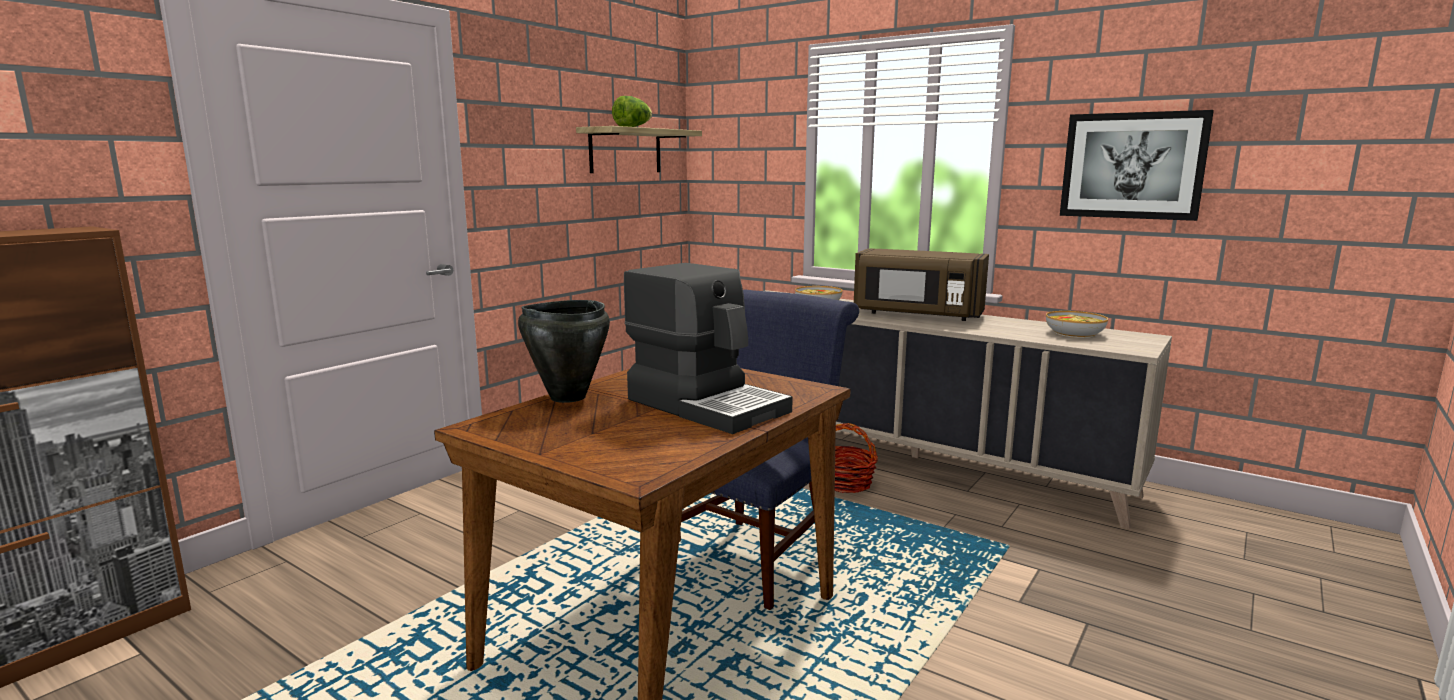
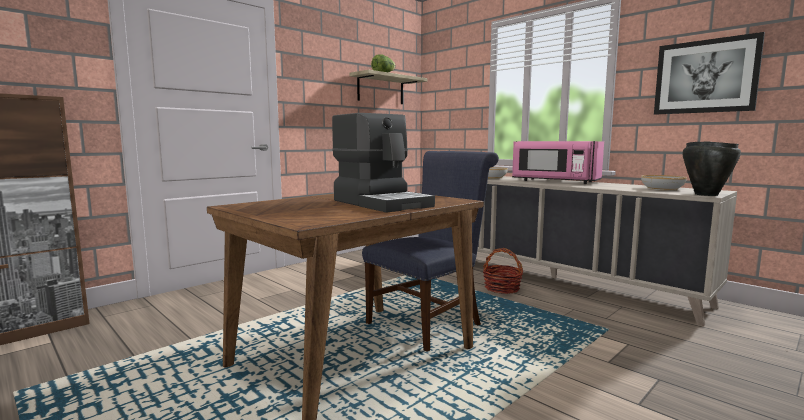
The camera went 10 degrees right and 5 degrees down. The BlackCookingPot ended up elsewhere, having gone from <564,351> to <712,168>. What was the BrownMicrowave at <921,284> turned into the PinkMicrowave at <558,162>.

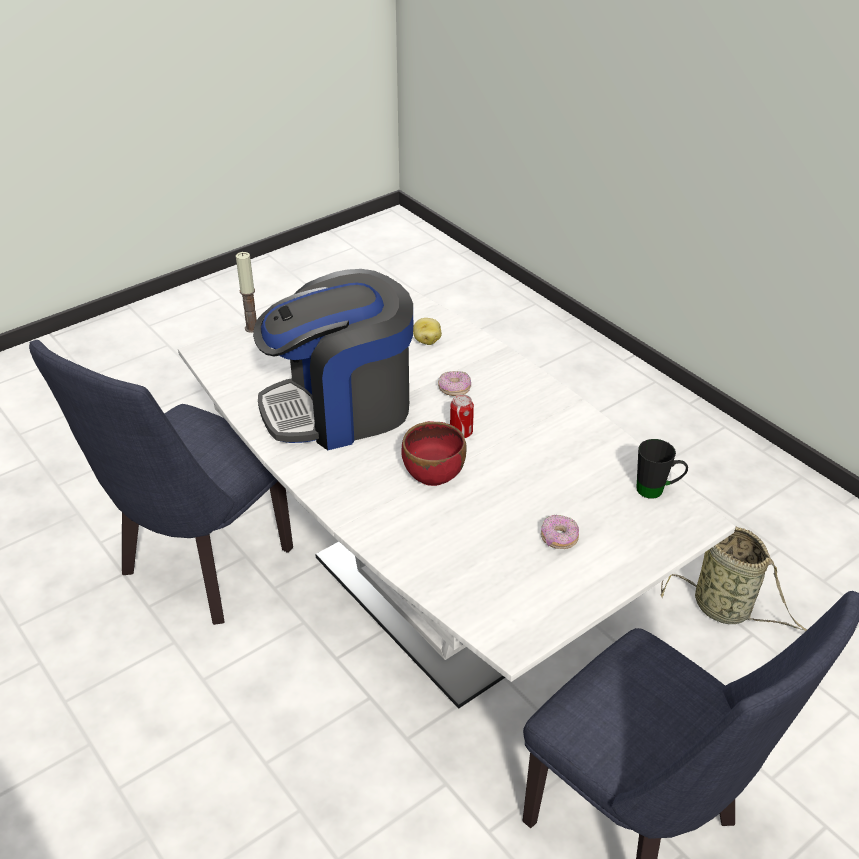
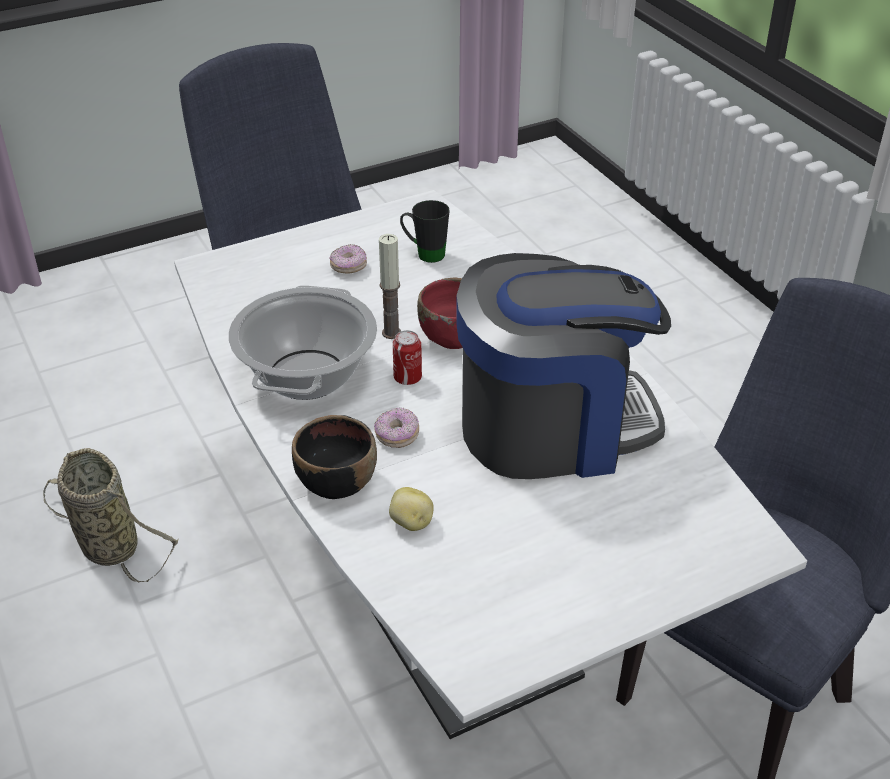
The camera went 170 degrees left and 0 degrees up. The Candle ended up elsewhere, having gone from <246,292> to <390,286>. The BlackMug ended up elsewhere, having gone from <662,469> to <425,231>. The second view gained the CookingPot at <302,342>. The second view gained the BlackBowl at <334,457>.

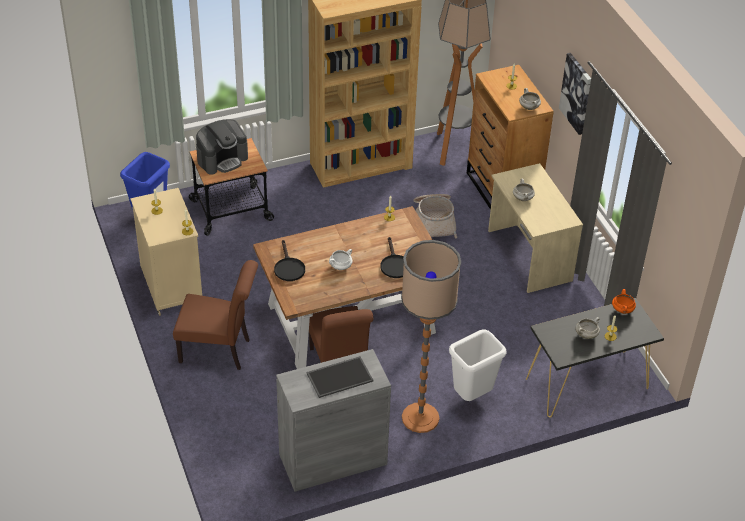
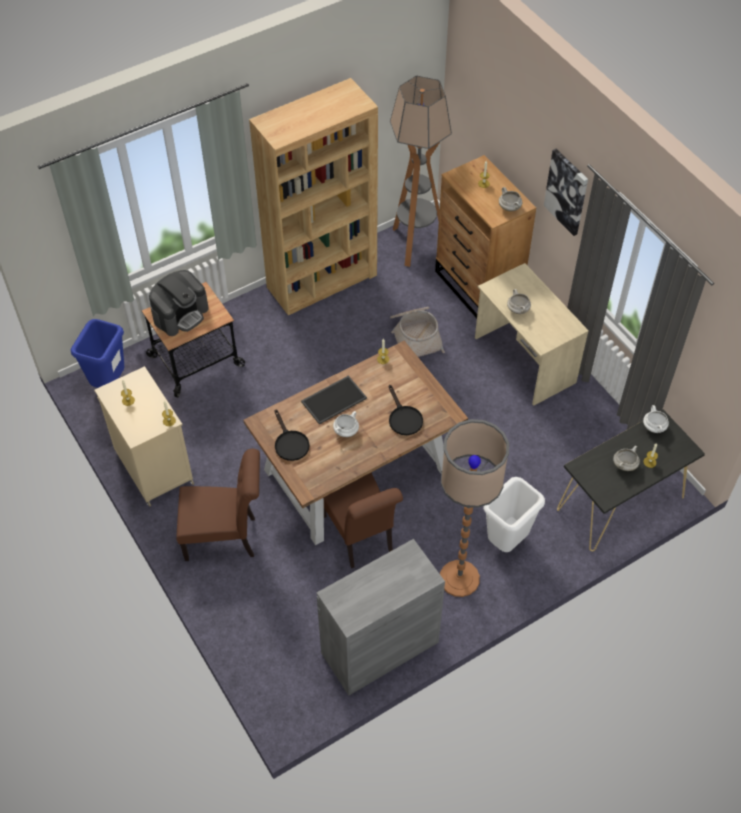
The camera went 10 degrees left and 10 degrees up. The Tray ended up elsewhere, having gone from <340,377> to <334,400>. What was the OrangeCookingPot at <624,301> turned into the WhiteCookingPot at <656,419>.

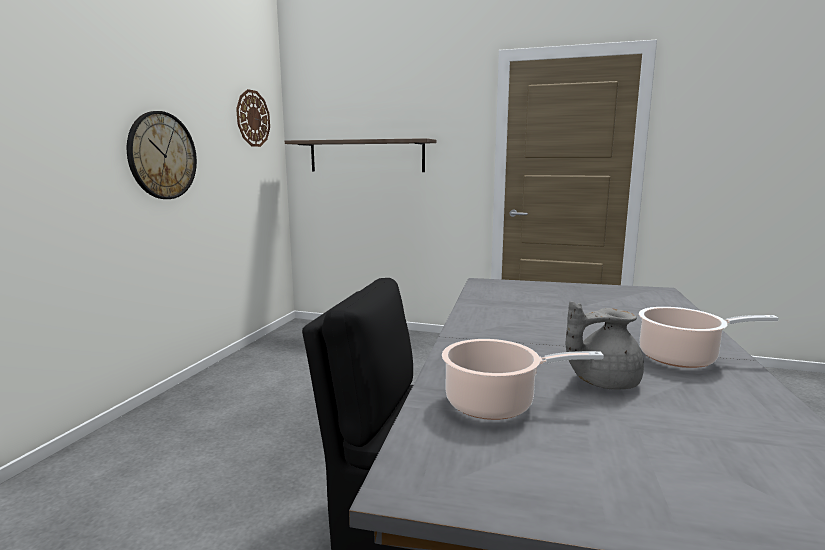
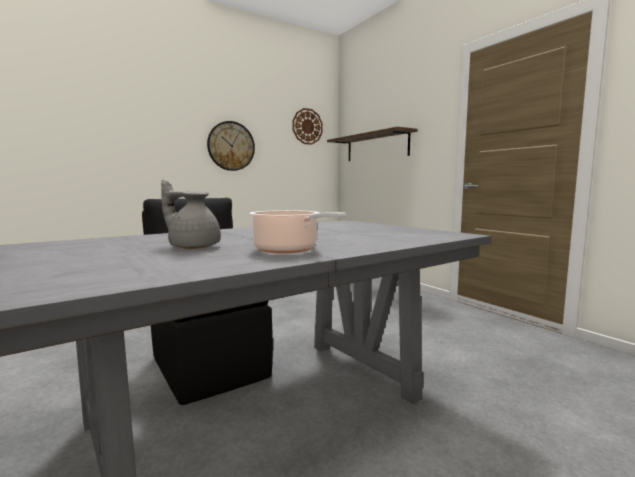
The camera went 40 degrees right and 5 degrees down. The second view lost the CookingPot at <523,379>.

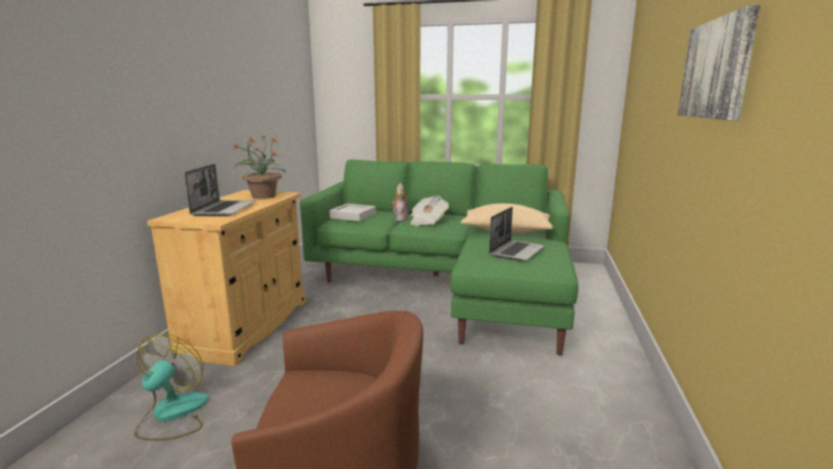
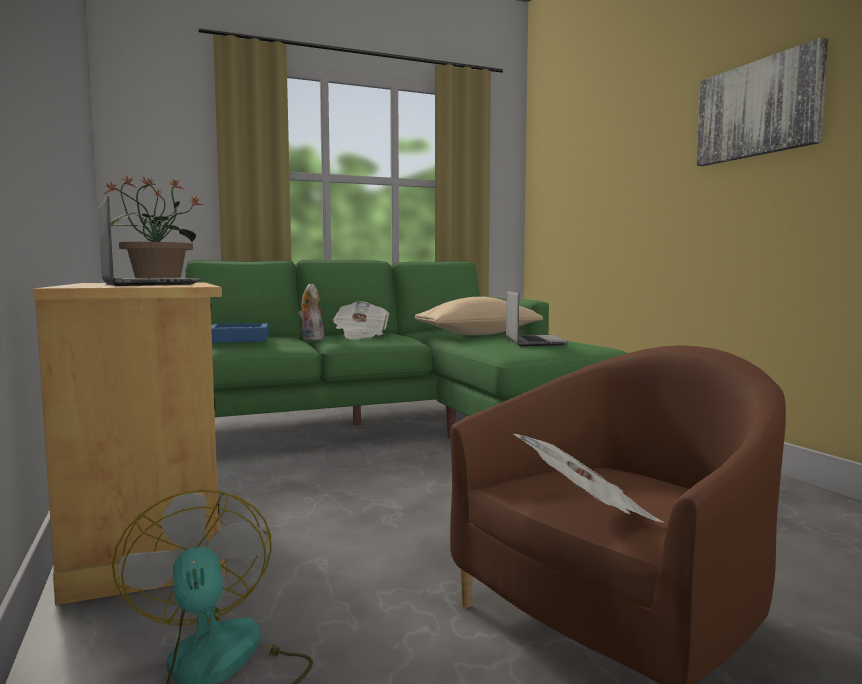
The camera went 35 degrees left and 10 degrees down. What was the GreyTray at <352,212> turned into the BlueTray at <240,333>. The second view gained the Newspaper at <589,478>.

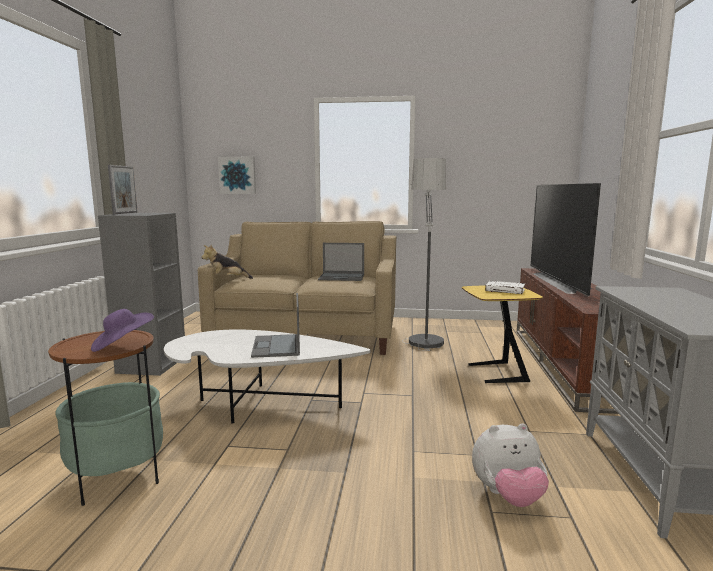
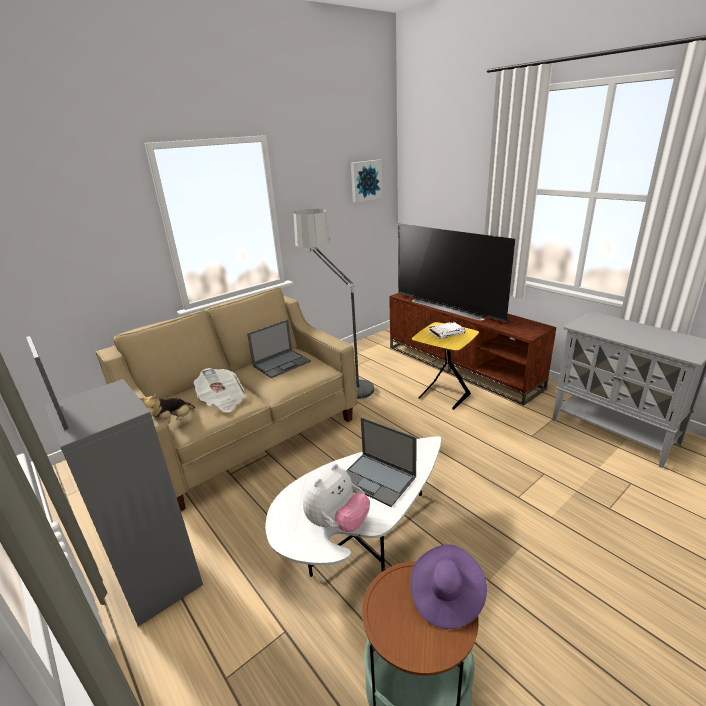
The camera went 45 degrees left and 15 degrees up. The Picture ended up elsewhere, having gone from <237,175> to <366,181>. The PlushToy ended up elsewhere, having gone from <510,465> to <336,498>. The second view gained the Newspaper at <220,390>.

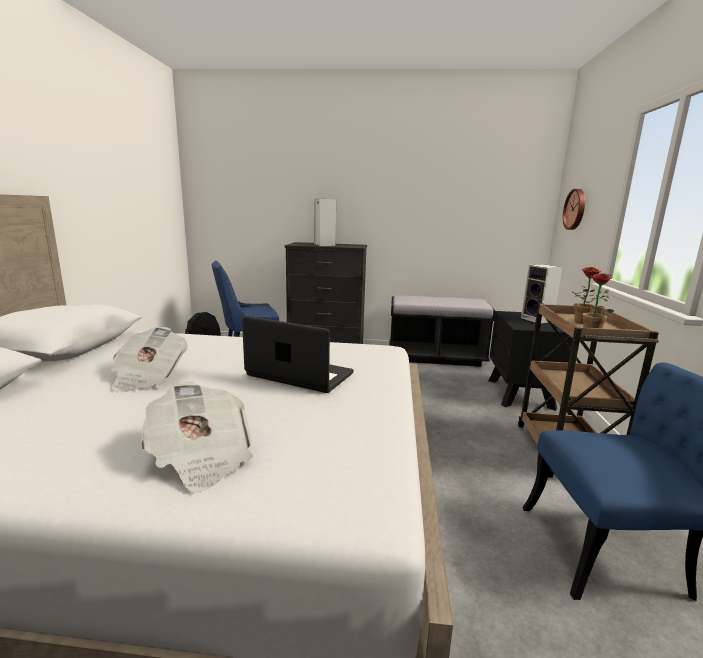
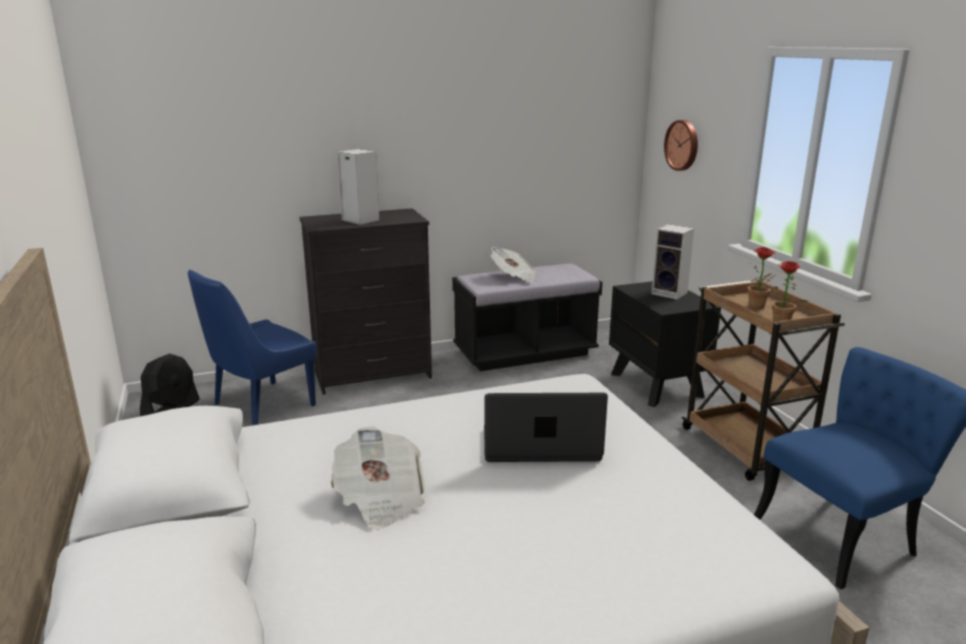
The camera went 25 degrees left and 5 degrees up. The Newspaper ended up elsewhere, having gone from <196,437> to <514,265>.

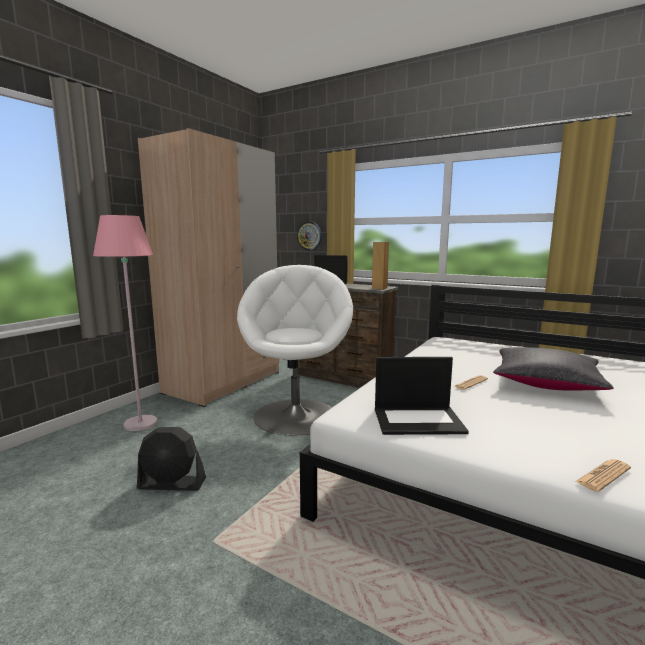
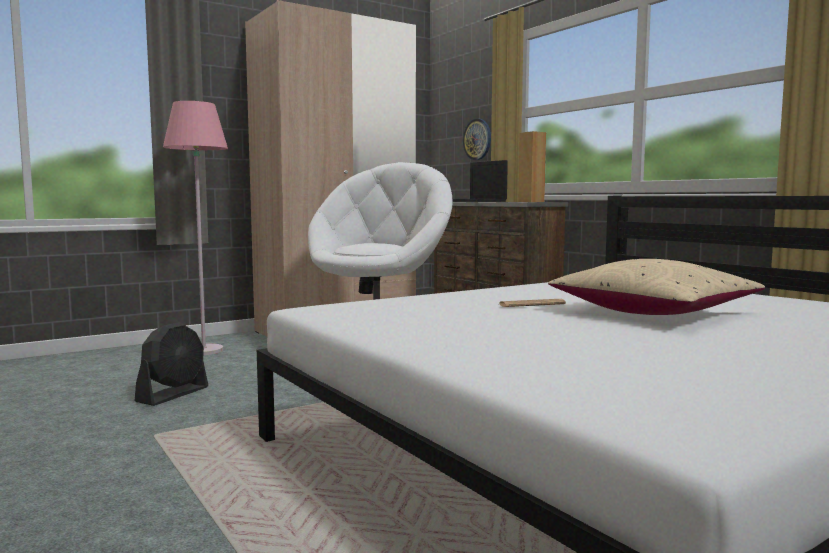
The camera went 25 degrees right and 5 degrees down. The BlackFan at <171,459> ended up facing another way, 90 degrees counterclockwise from before. The second view lost the Laptop at <422,396>. What was the BlackPillow at <553,368> turned into the BeigePillow at <656,287>. The second view lost the Newspaper at <603,475>.

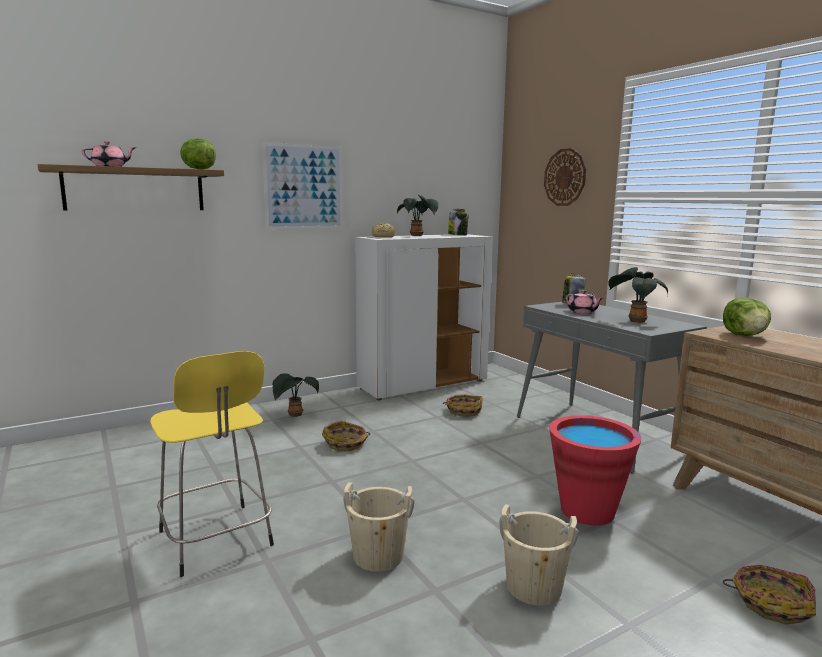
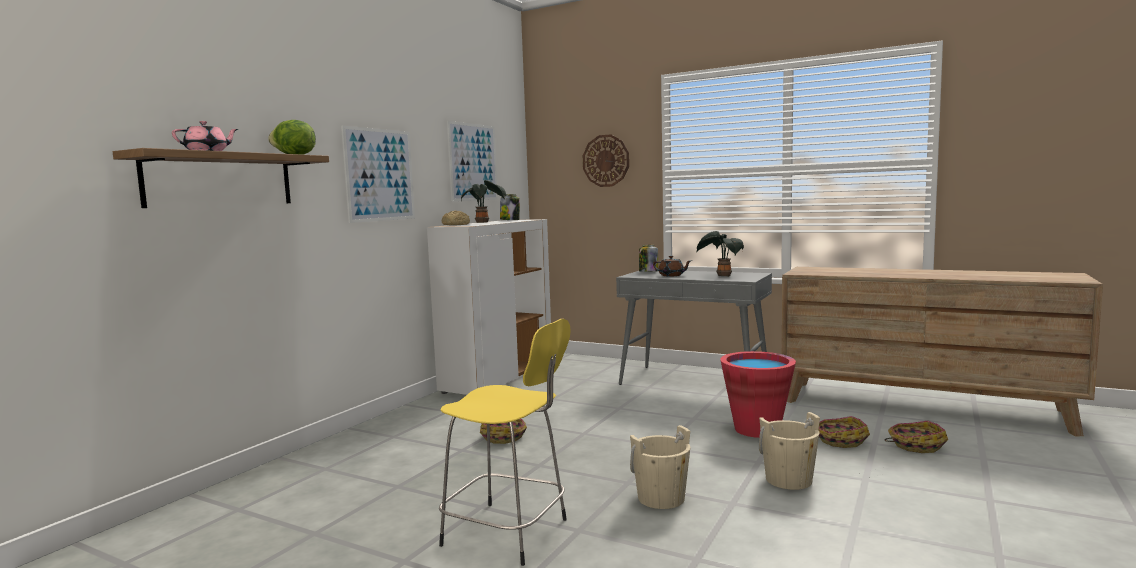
The camera went 30 degrees left and 5 degrees down. The second view lost the PottedPlant at <296,395>. The Basket ended up elsewhere, having gone from <462,405> to <844,432>. What was the PinkTeapot at <585,302> turned into the BrownTeapot at <672,266>. The second view lost the Lettuce at <747,316>. The second view gained the Picture at <472,161>.

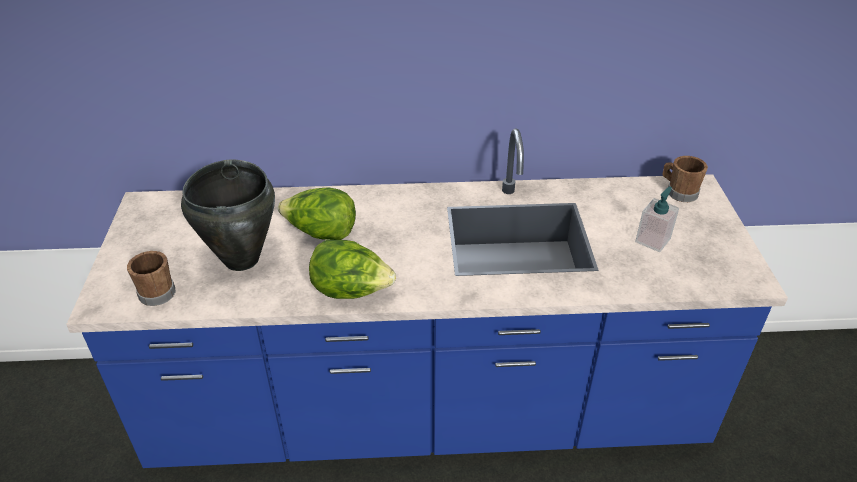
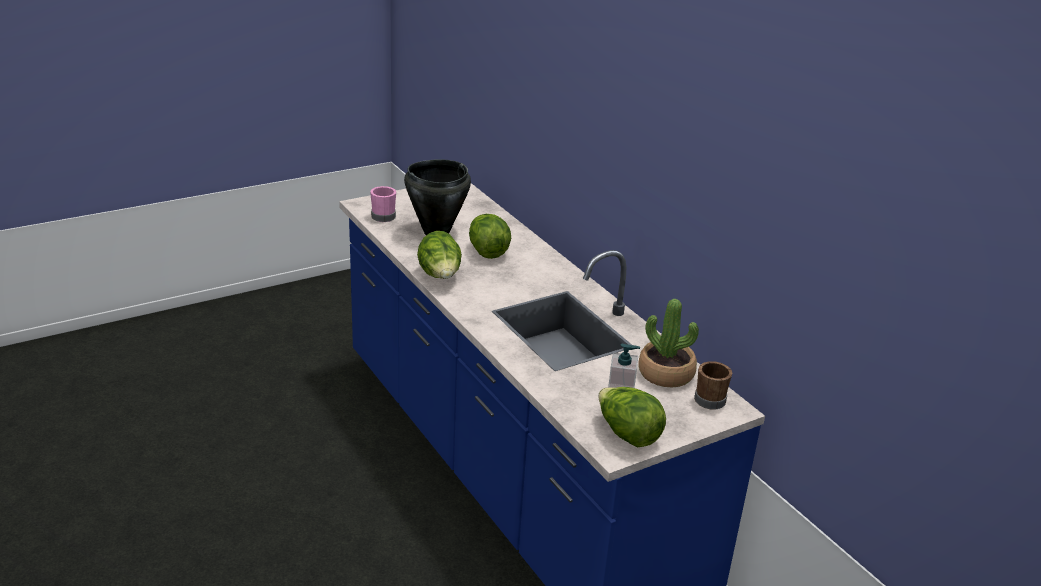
The camera went 60 degrees right and 10 degrees down. What was the BrownMug at <151,278> turned into the PinkMug at <383,204>. The second view gained the Lettuce at <632,417>. The second view gained the PottedPlant at <668,343>.

